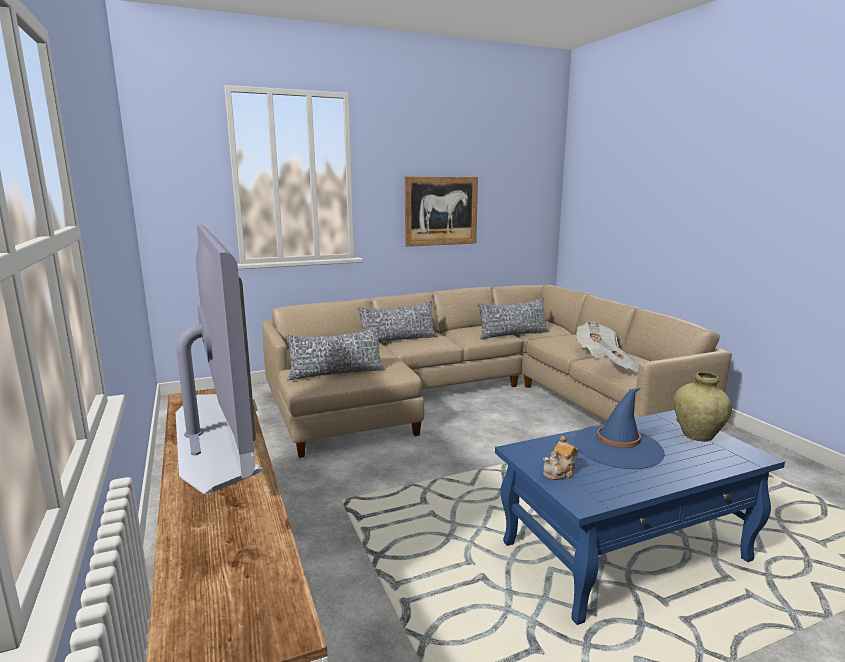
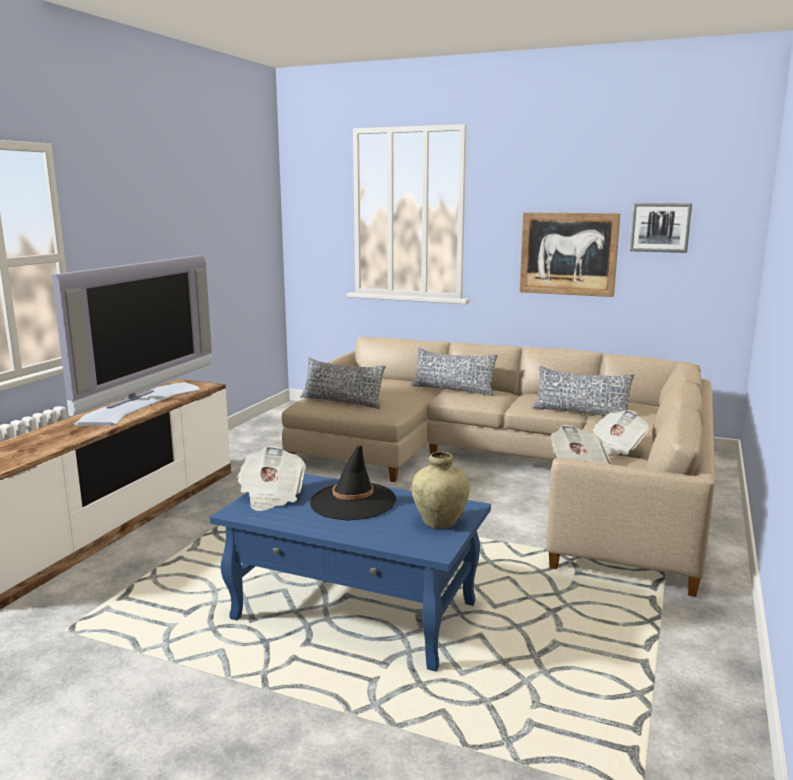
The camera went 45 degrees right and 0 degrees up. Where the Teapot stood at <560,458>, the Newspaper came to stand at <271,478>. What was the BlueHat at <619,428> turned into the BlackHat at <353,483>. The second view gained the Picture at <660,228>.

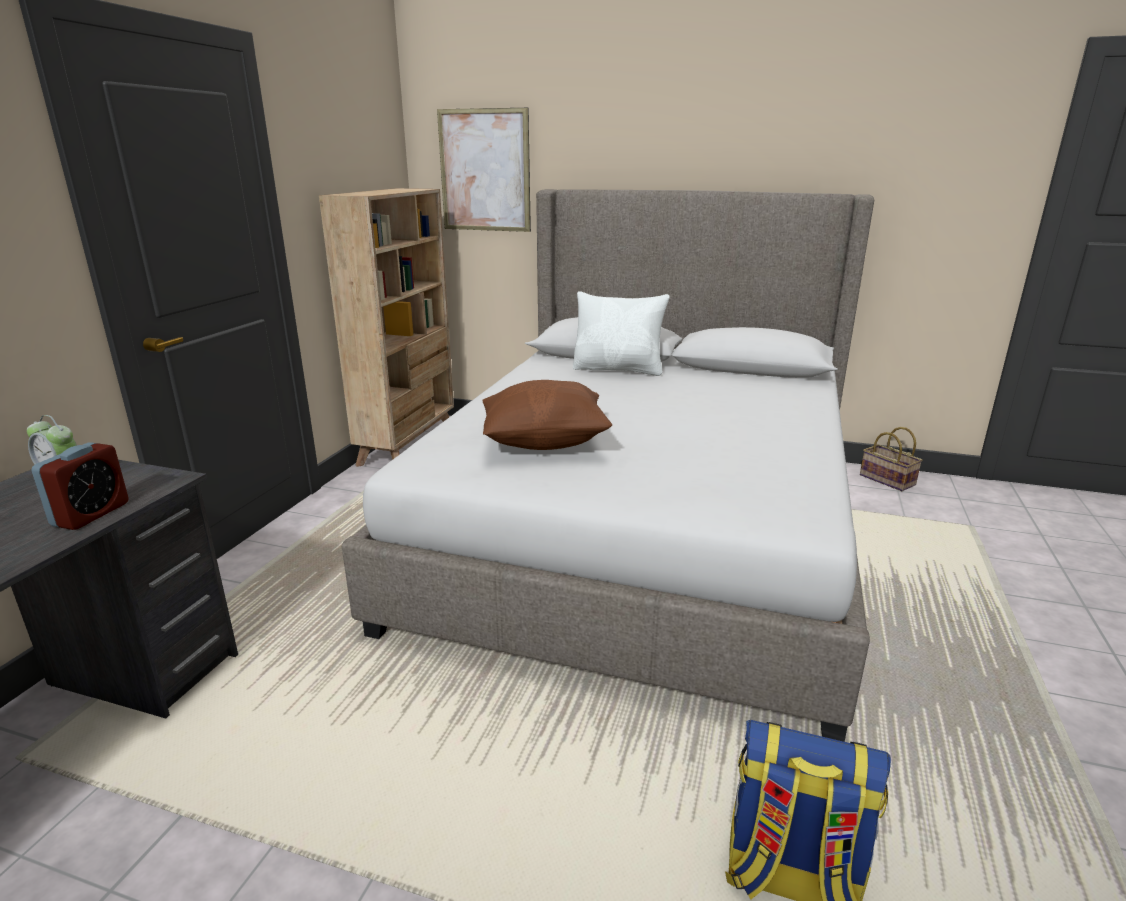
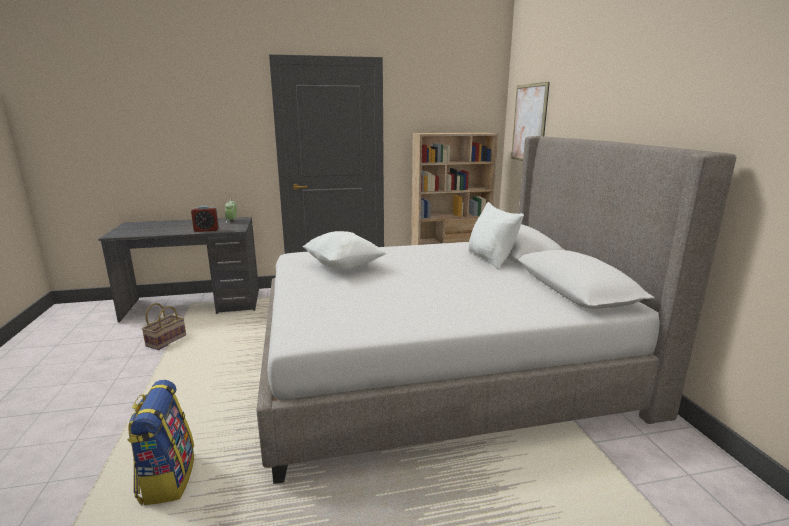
The camera went 60 degrees right and 5 degrees down. What was the BrownPillow at <547,415> turned into the WhitePillow at <344,250>. The Basket ended up elsewhere, having gone from <891,459> to <163,326>.

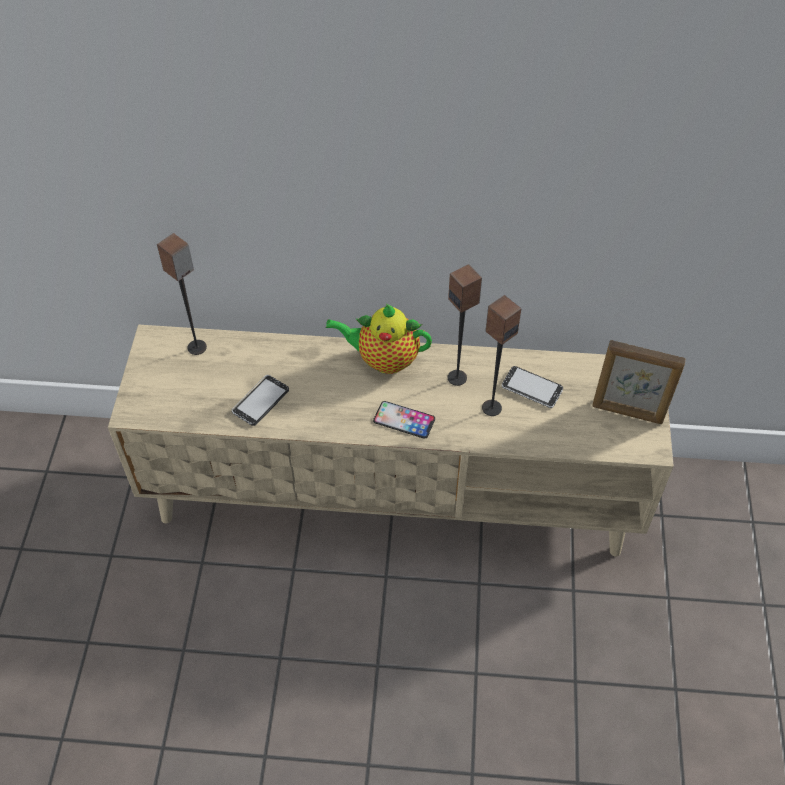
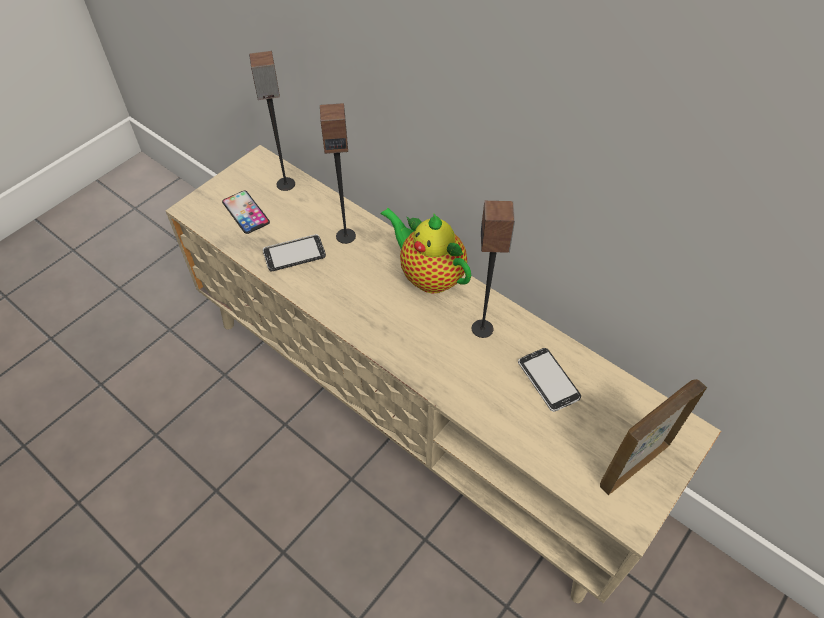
The camera went 35 degrees right and 0 degrees up. The Phone ended up elsewhere, having gone from <404,420> to <246,212>. The Speaker ended up elsewhere, having gone from <501,355> to <338,173>. The PictureFrame at <639,382> ended up facing another way, 90 degrees clockwise from before.

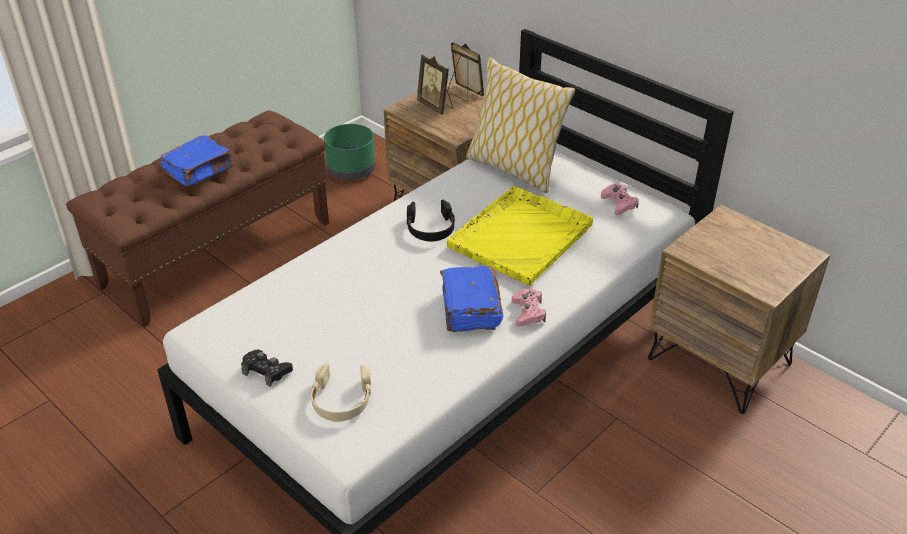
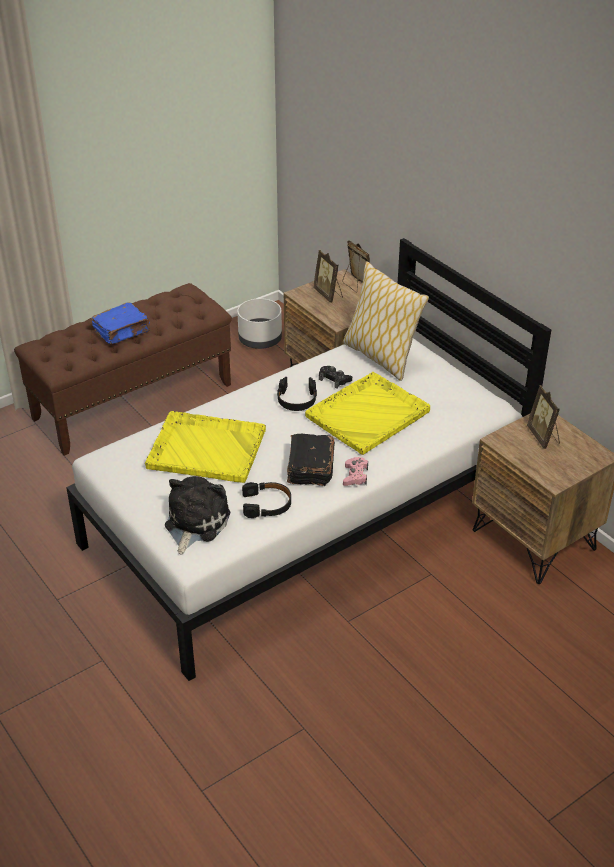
The camera went 10 degrees right and 0 degrees up. The BlackGameController ended up elsewhere, having gone from <267,368> to <335,377>. Where the BeigeHeadphones stood at <341,392>, the PlushToy came to stand at <198,515>. What was the GreenPlanter at <350,152> turned into the WhitePlanter at <259,323>. What was the BlueBook at <471,299> turned into the BlackBook at <311,460>. The second view lost the PinkGameController at <620,199>. The second view gained the YellowTray at <205,447>. The second view gained the BlackHeadphones at <266,500>. The second view gained the PictureFrame at <543,417>.

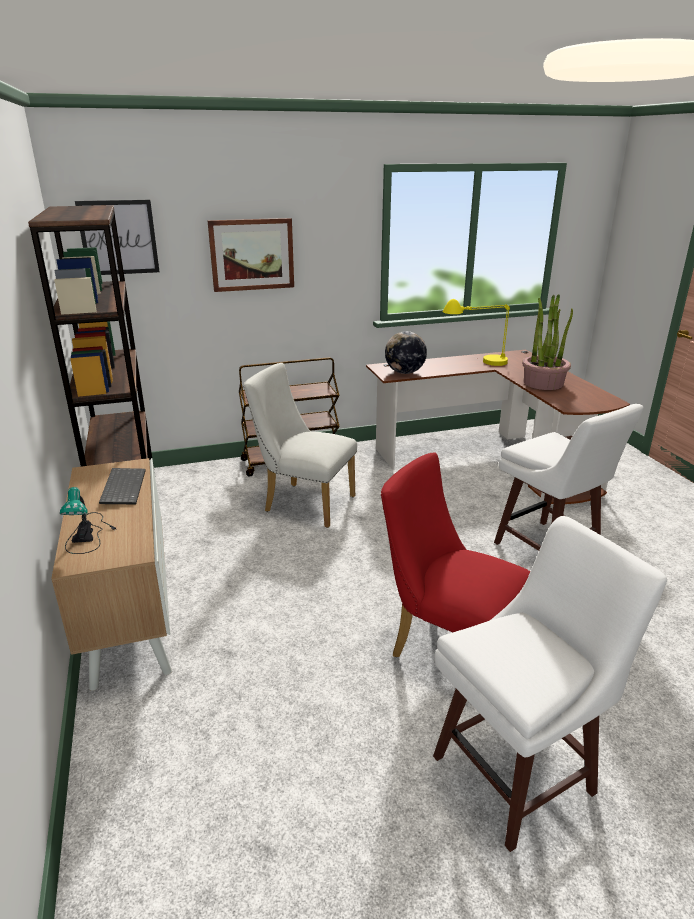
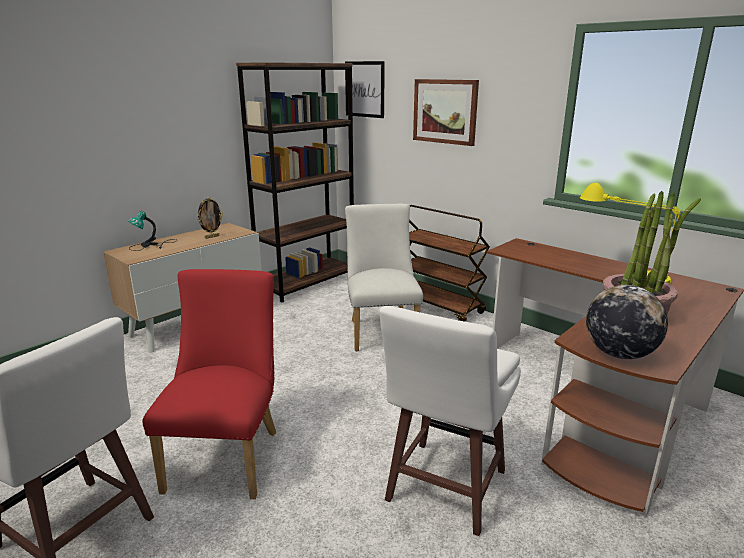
The camera went 60 degrees right and 5 degrees down. Where the Keyboard stood at <122,486>, the PictureFrame came to stand at <210,218>. The Globe ended up elsewhere, having gone from <406,352> to <627,322>.

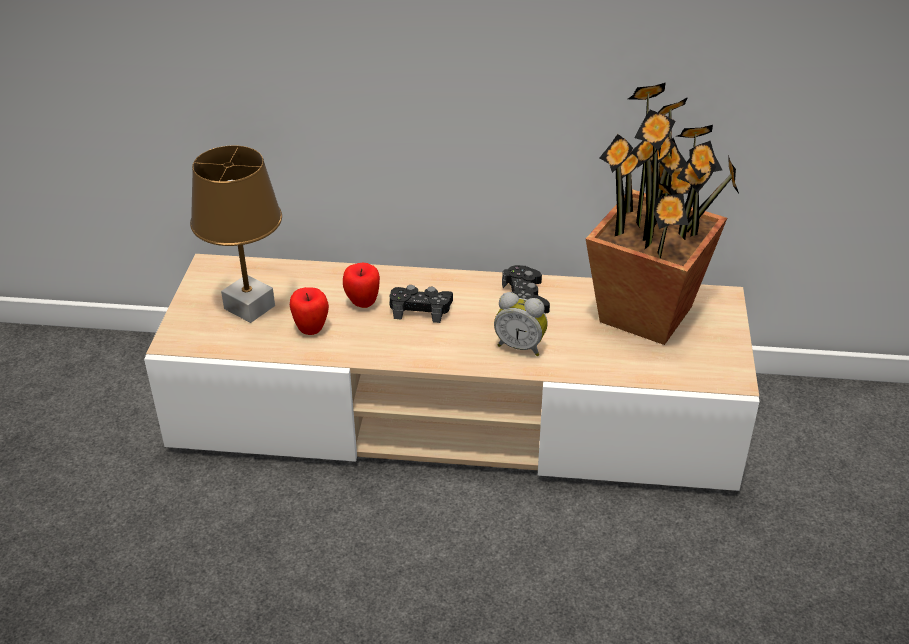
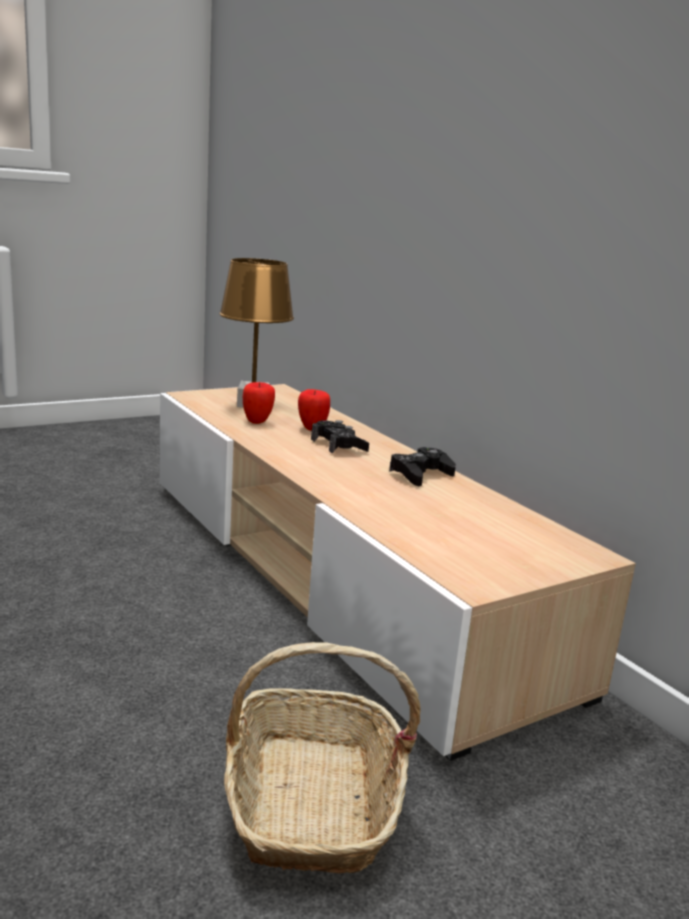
The camera went 50 degrees right and 20 degrees down. The second view lost the AlarmClock at <521,324>. The second view lost the PottedPlant at <662,214>. The second view gained the Basket at <322,757>.

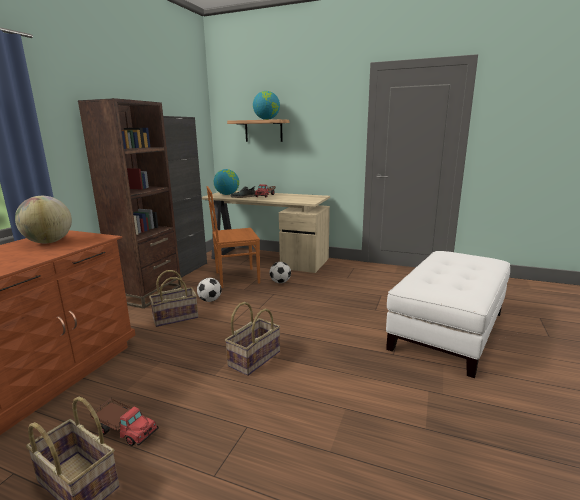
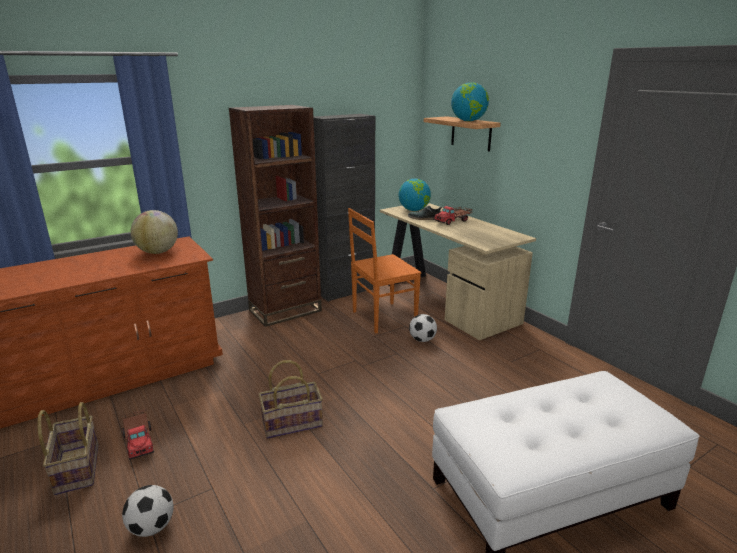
The camera went 35 degrees right and 5 degrees up. The second view lost the Basket at <173,298>. The Football ended up elsewhere, having gone from <209,290> to <148,511>. The OrangeChair at <233,237> ended up facing another way, 45 degrees counterclockwise from before.

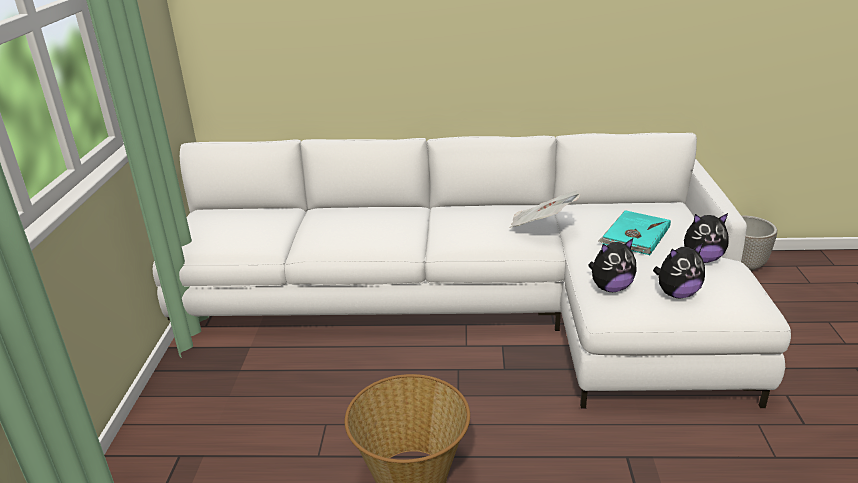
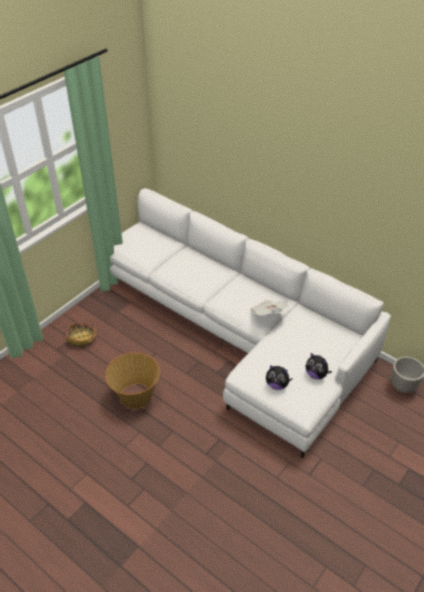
The camera went 35 degrees right and 15 degrees up. The second view lost the PlushToy at <612,265>. The second view lost the TurquoiseBook at <634,232>. The second view gained the Basket at <81,335>.

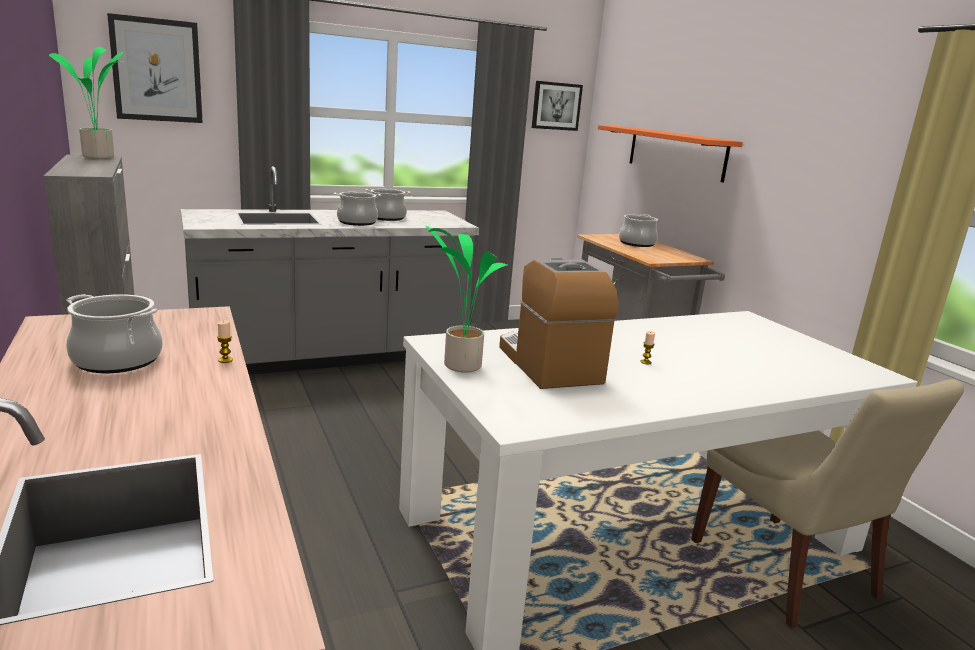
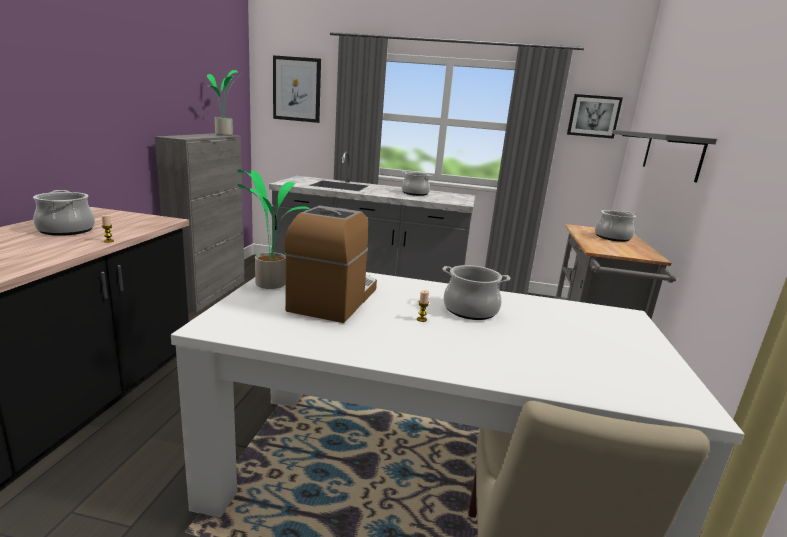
The camera went 35 degrees right and 0 degrees up. The CookingPot ended up elsewhere, having gone from <357,209> to <477,292>. What was the OrangeShelf at <670,154> turned into the GreyShelf at <664,156>.

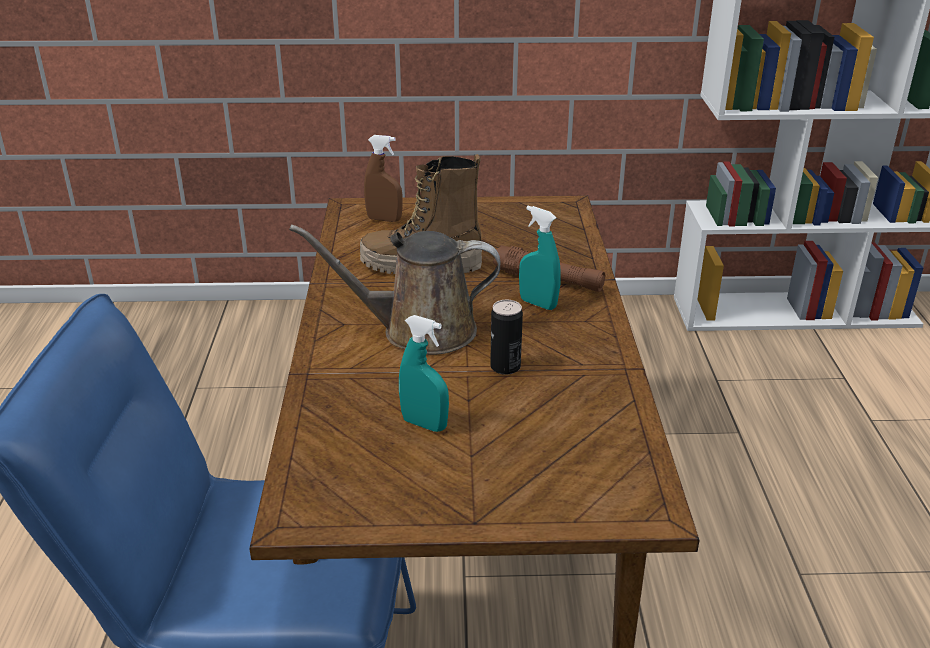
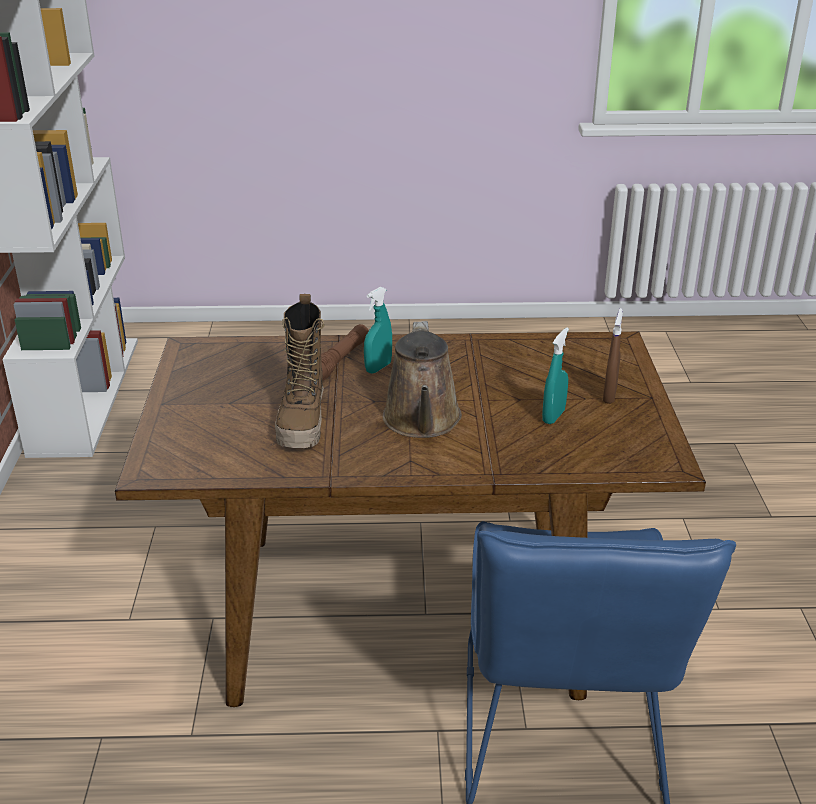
The camera went 90 degrees left and 0 degrees up. The BrownSprayBottle ended up elsewhere, having gone from <383,178> to <613,356>. The second view lost the Can at <506,337>.

